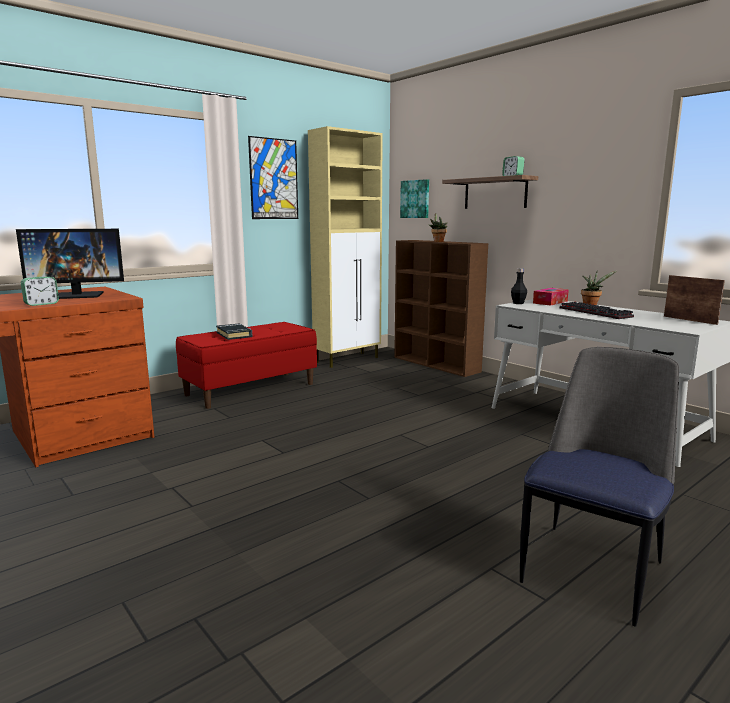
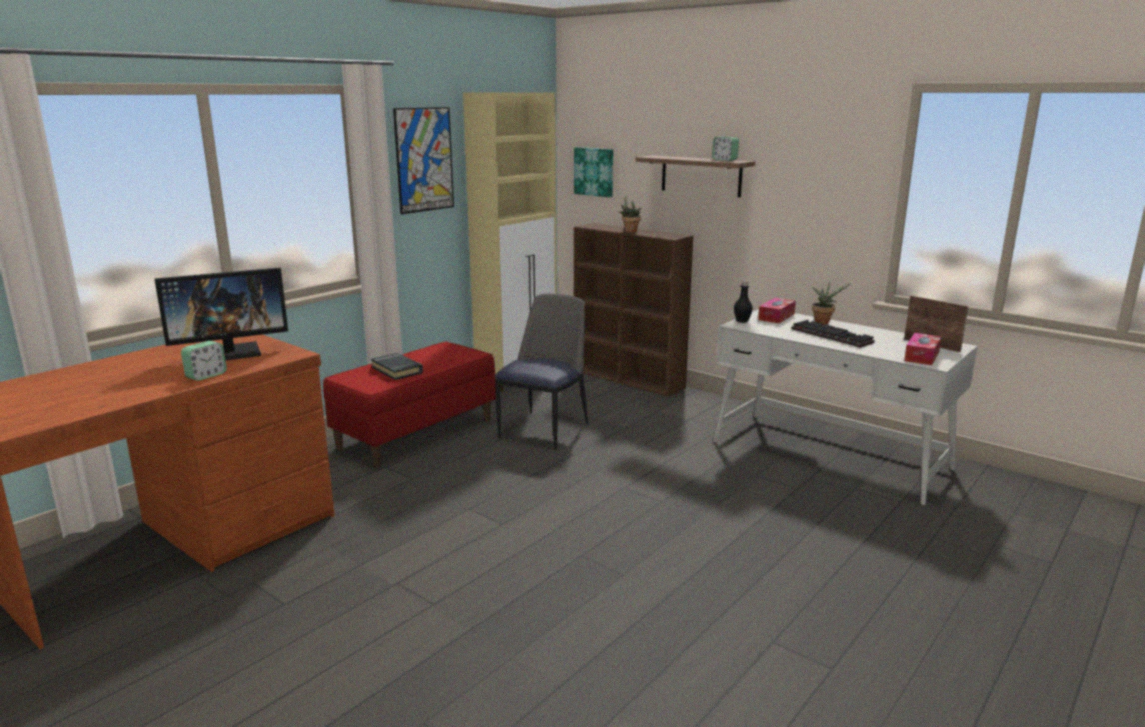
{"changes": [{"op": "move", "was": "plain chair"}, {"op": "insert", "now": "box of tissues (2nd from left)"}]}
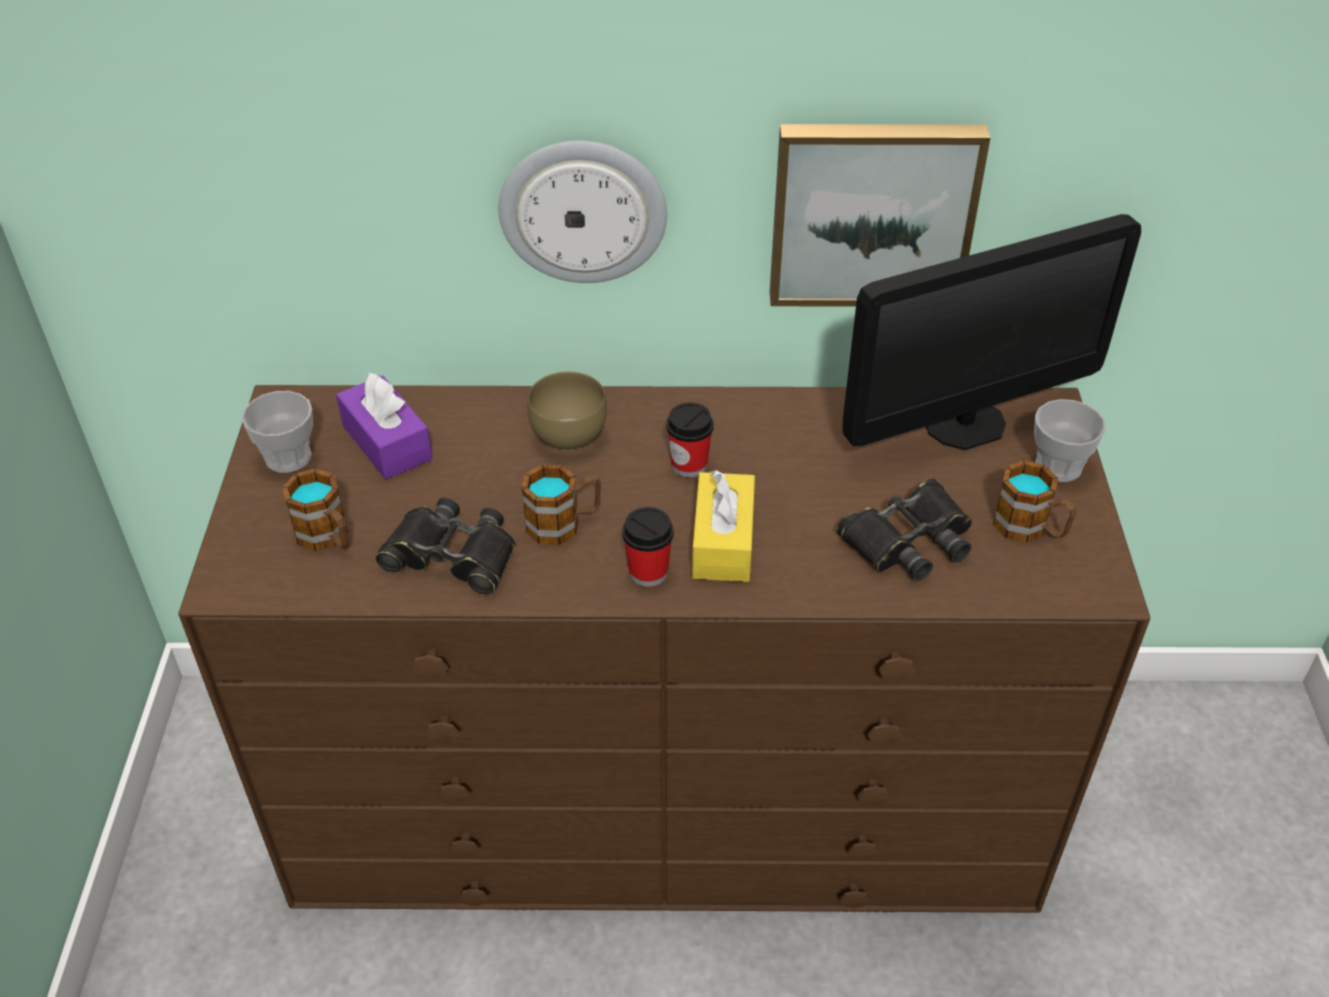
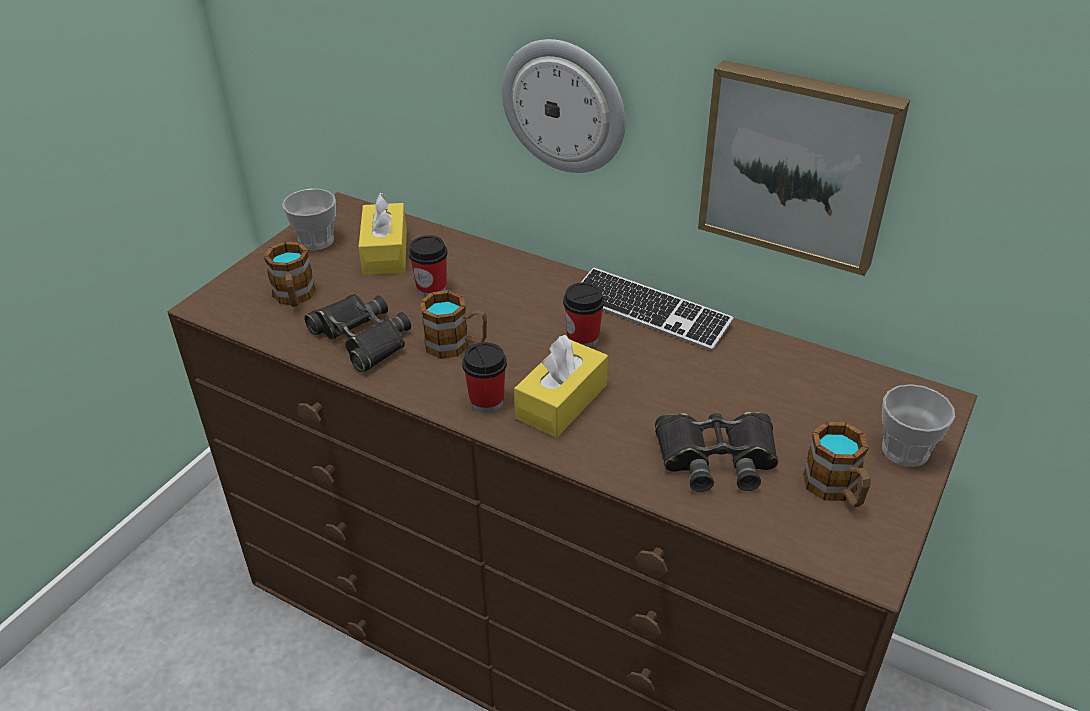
{"changes": [{"op": "recolor", "was": "box of tissues (purple)", "now": "box of tissues (yellow-coloured) (1st from left)"}, {"op": "delete", "was": "deep dish (brown)"}, {"op": "delete", "was": "monitor"}, {"op": "insert", "now": "drinking cup (2nd from left)"}, {"op": "insert", "now": "keyboard"}]}
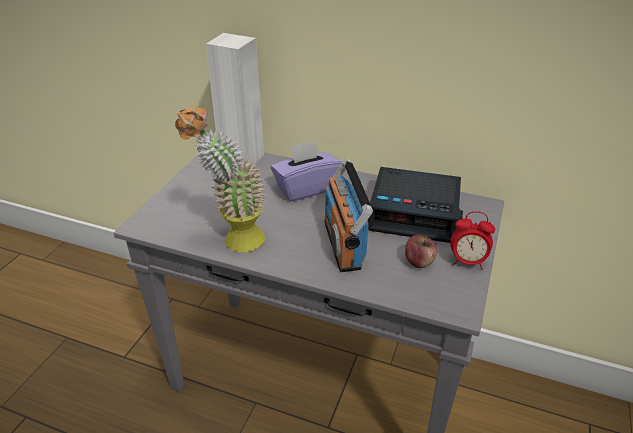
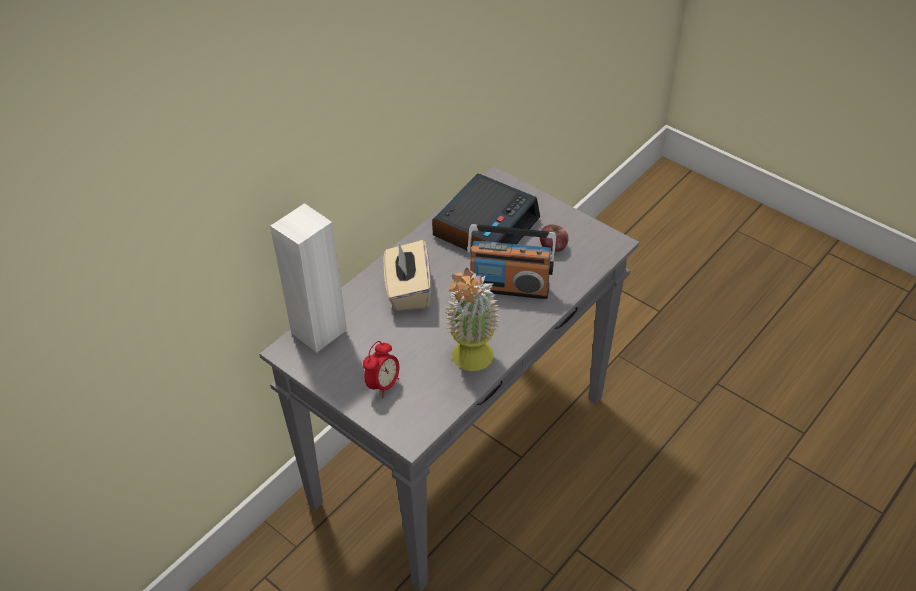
{"changes": [{"op": "recolor", "was": "box of tissues (purple)", "now": "box of tissues (beige)"}, {"op": "move", "was": "bedside clock (2nd from left in the first image)", "now": "bedside clock (1st from left)"}]}
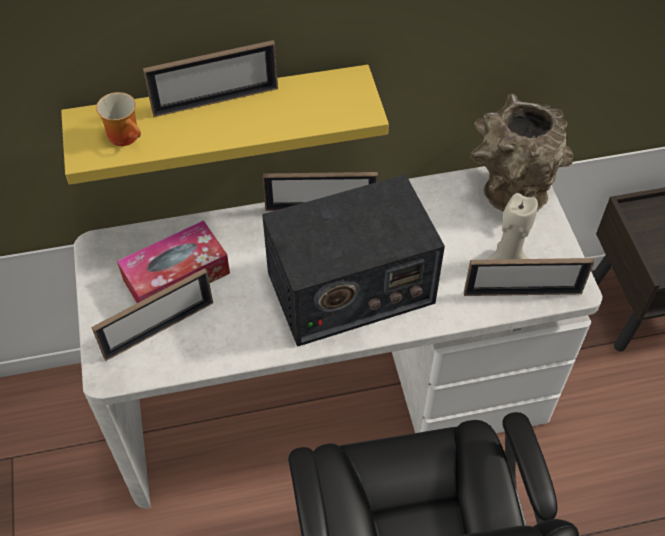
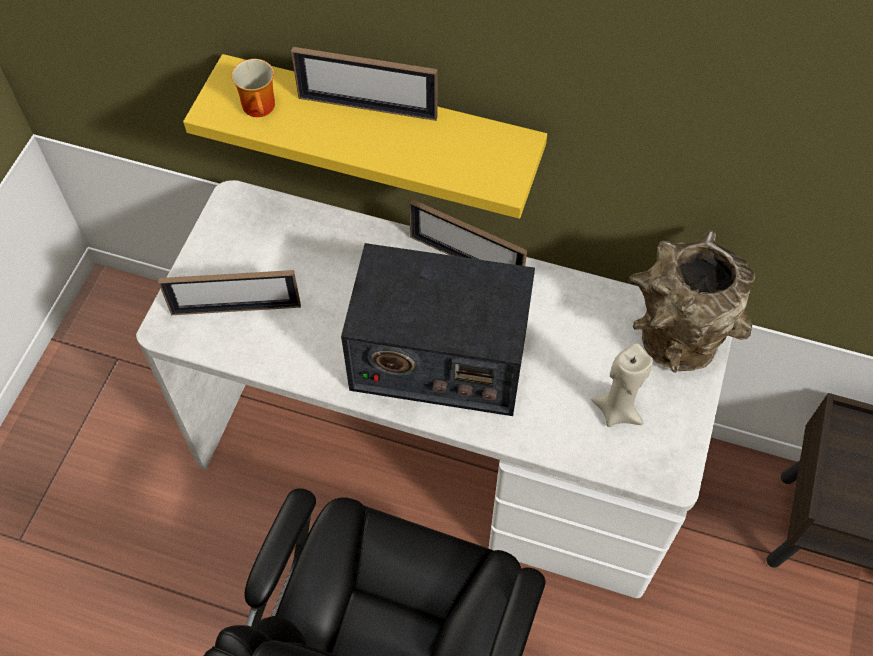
{"changes": [{"op": "delete", "was": "box of tissues"}, {"op": "delete", "was": "standing frame (4th from left)"}]}
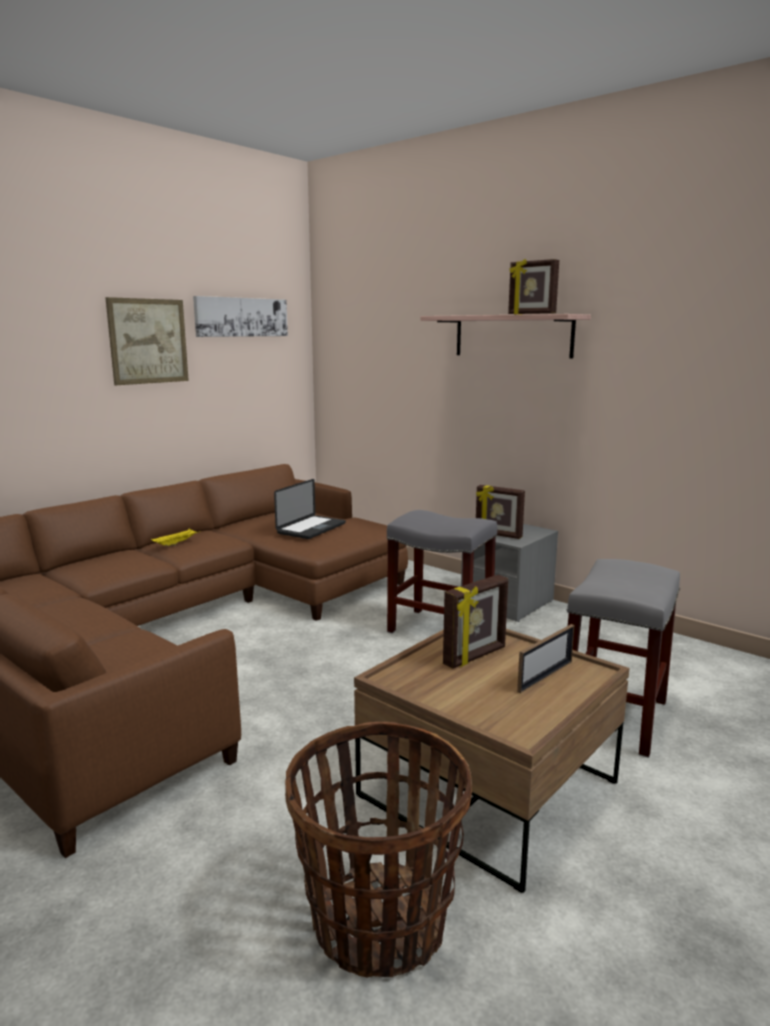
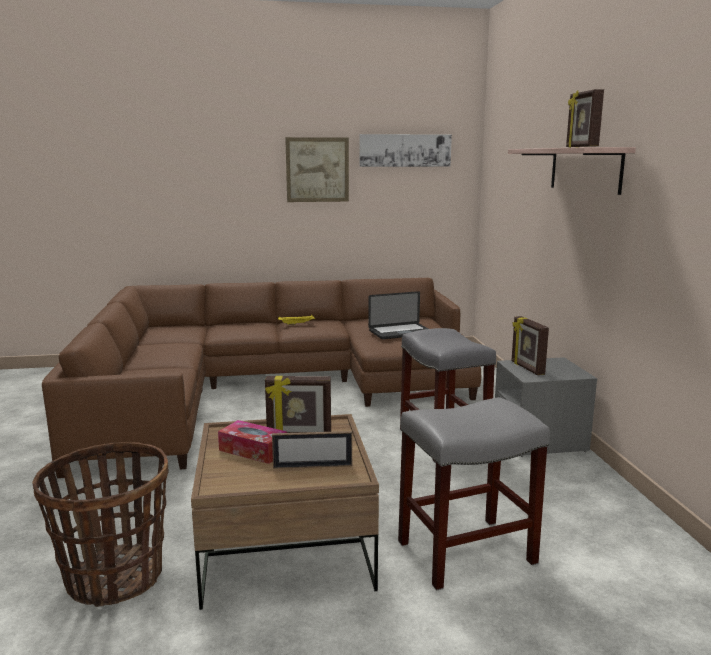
{"changes": [{"op": "insert", "now": "box of tissues"}]}
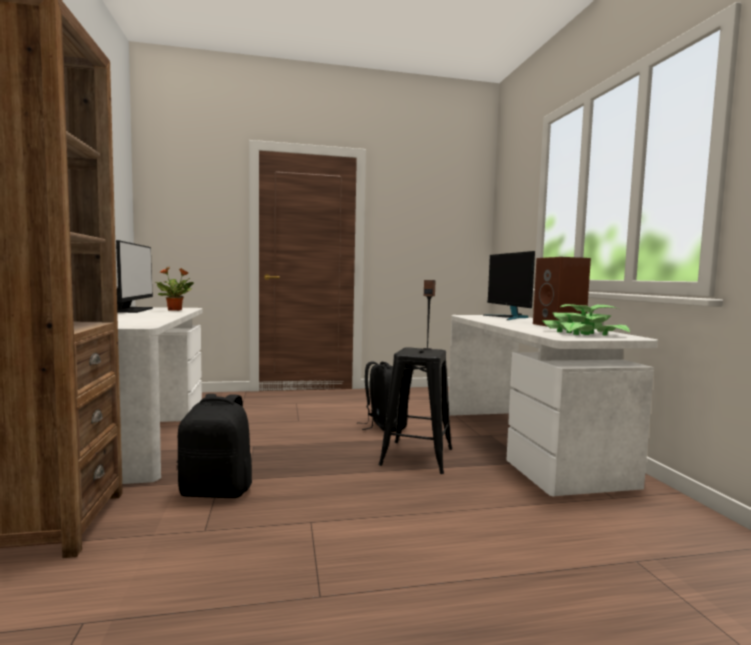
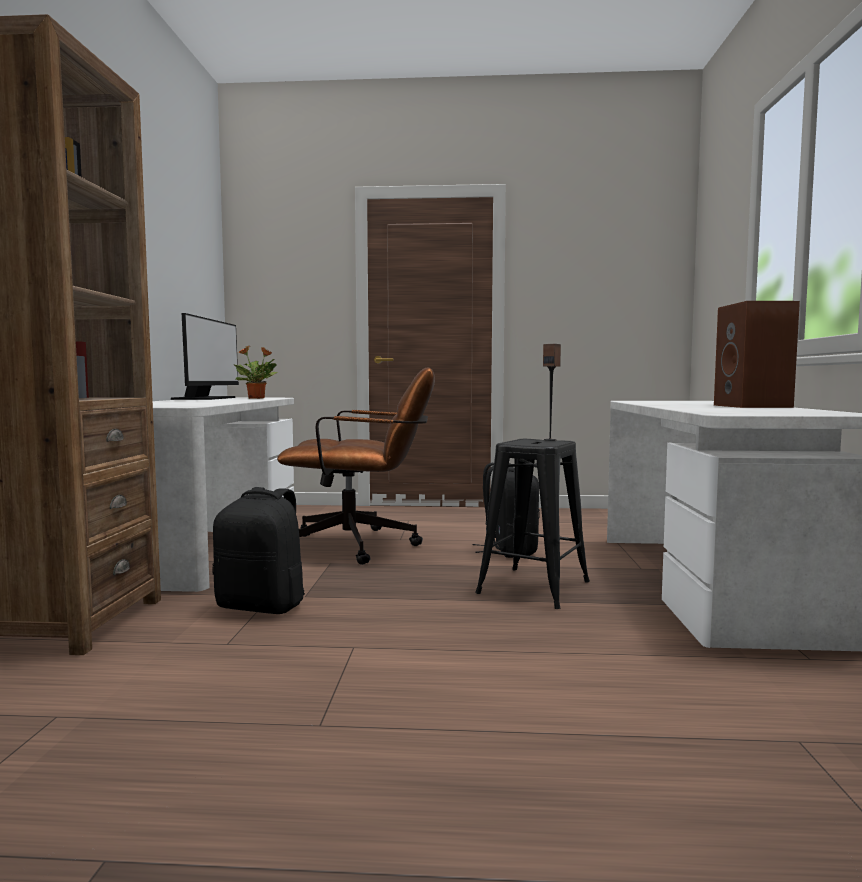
{"changes": [{"op": "delete", "was": "monitor (2nd from left)"}, {"op": "delete", "was": "houseplant (2nd from left)"}, {"op": "insert", "now": "office chair (brown)"}]}
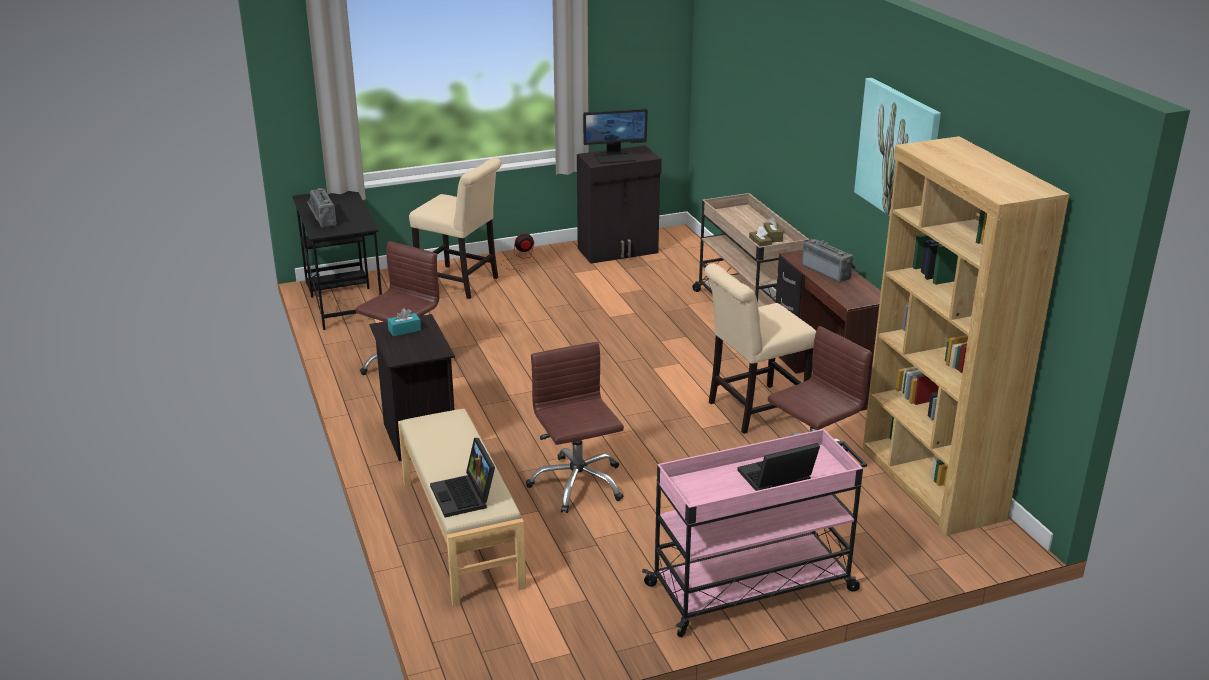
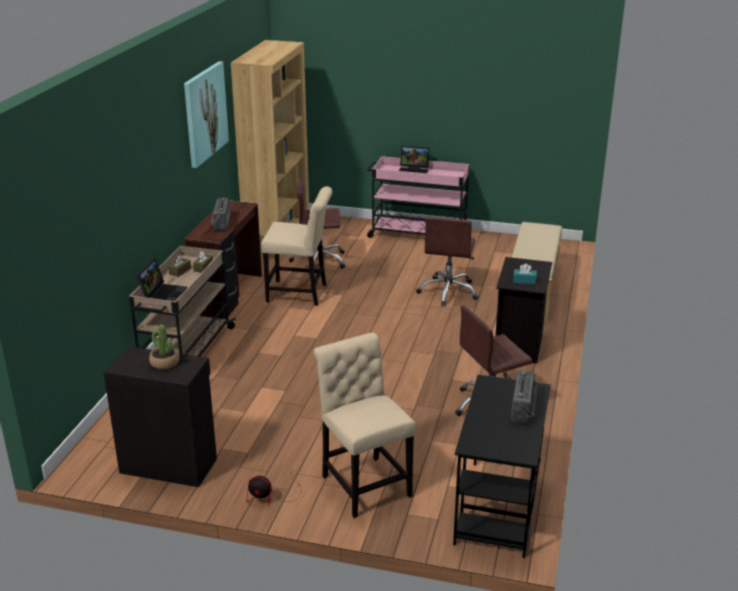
{"changes": [{"op": "move", "was": "laptop (1st from left)"}, {"op": "replace", "was": "monitor", "now": "houseplant"}]}
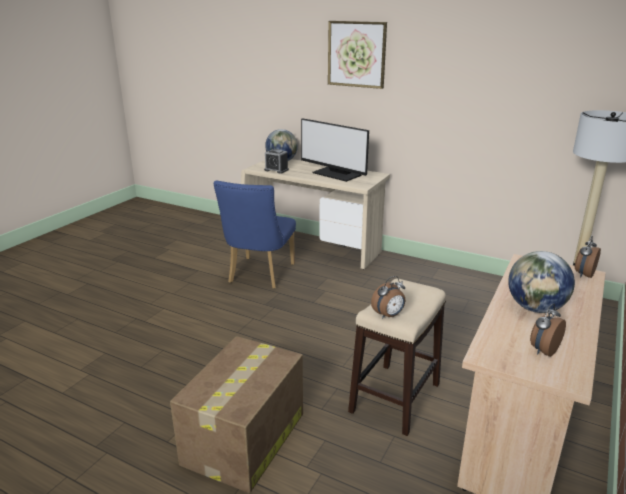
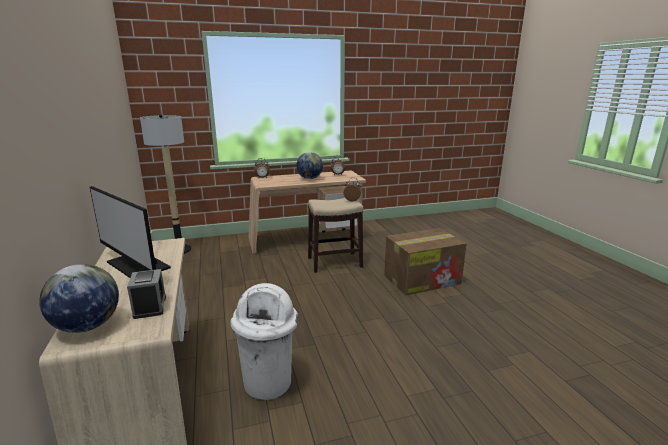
{"changes": [{"op": "replace", "was": "plain chair (blue)", "now": "waste bin (white-coloured)"}, {"op": "rotate", "was": "monitor", "clockwise": 135}, {"op": "delete", "was": "wall picture"}]}
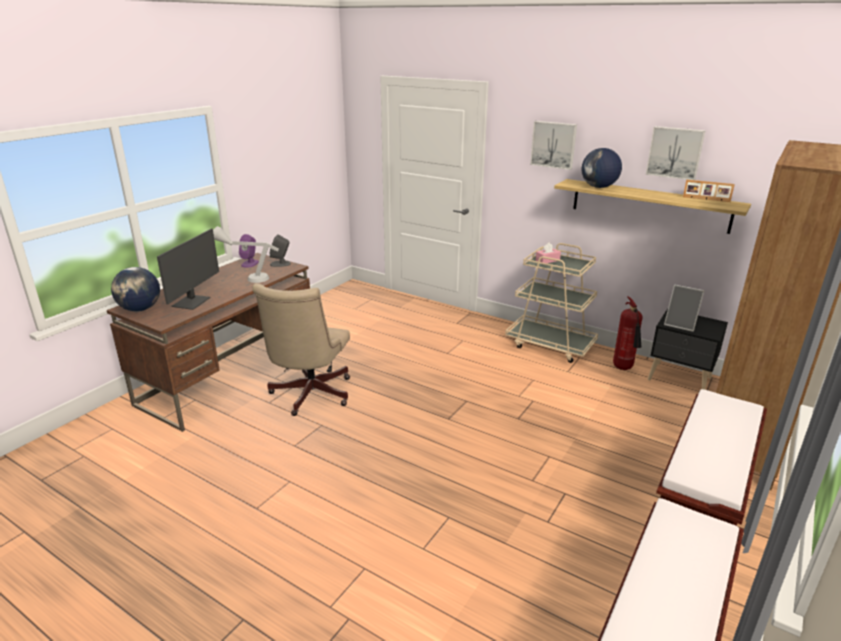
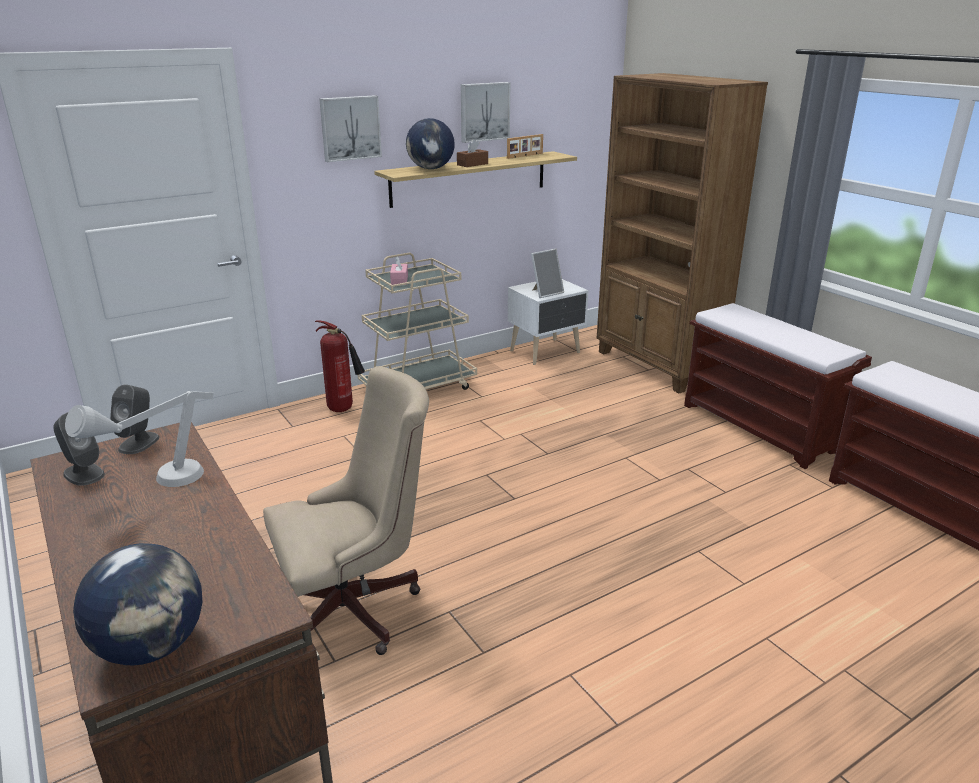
{"changes": [{"op": "delete", "was": "monitor"}, {"op": "recolor", "was": "speaker (purple)", "now": "speaker (greyish) (1st from left)"}, {"op": "rotate", "was": "office chair (beige)", "clockwise": -60}, {"op": "move", "was": "fire extinguisher"}, {"op": "recolor", "was": "nightstand (black)", "now": "nightstand (white-coloured)"}, {"op": "insert", "now": "box of tissues (brown)"}]}
